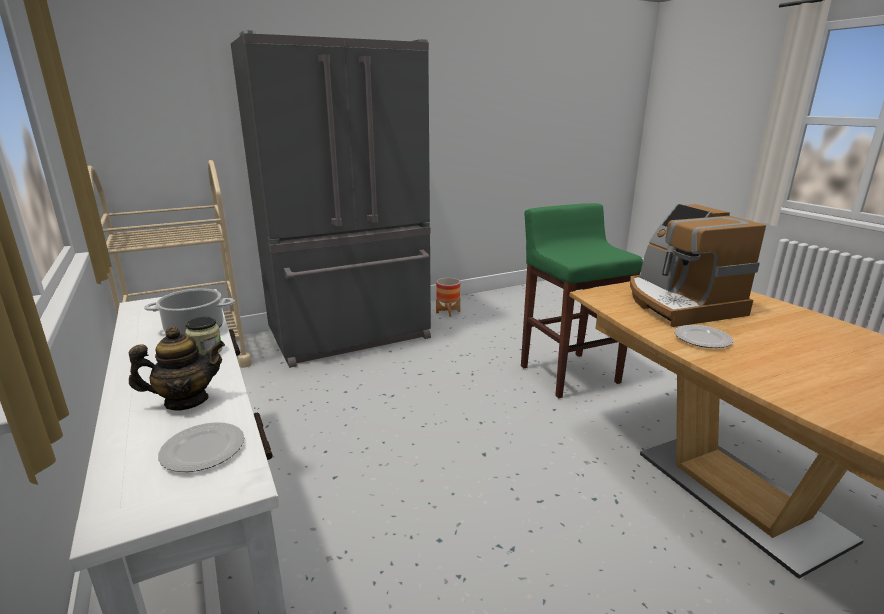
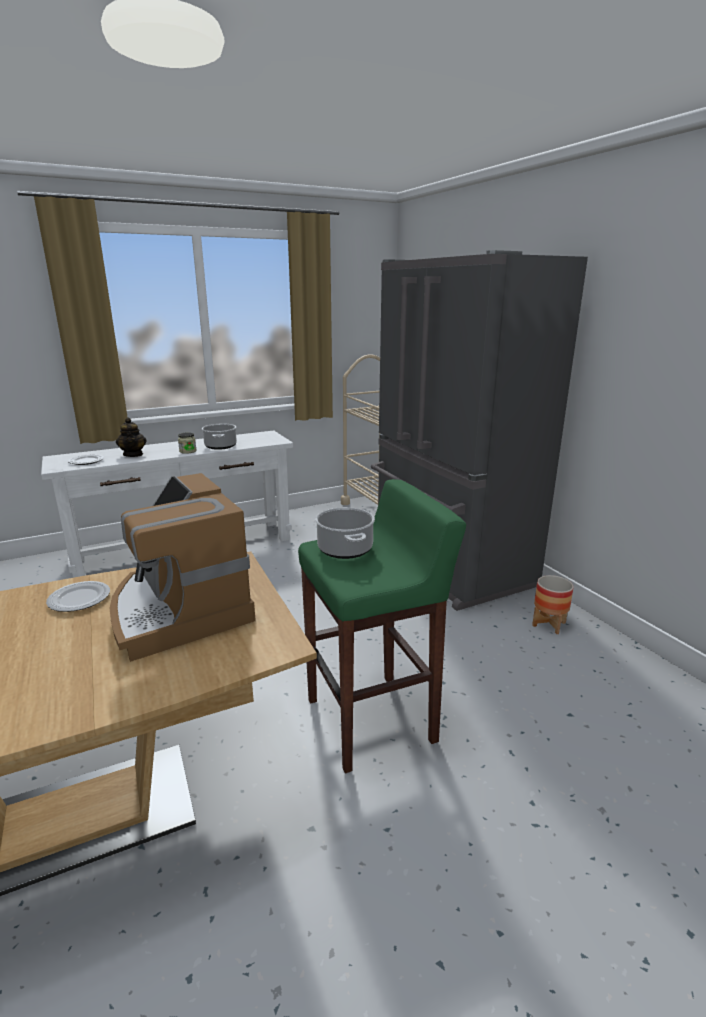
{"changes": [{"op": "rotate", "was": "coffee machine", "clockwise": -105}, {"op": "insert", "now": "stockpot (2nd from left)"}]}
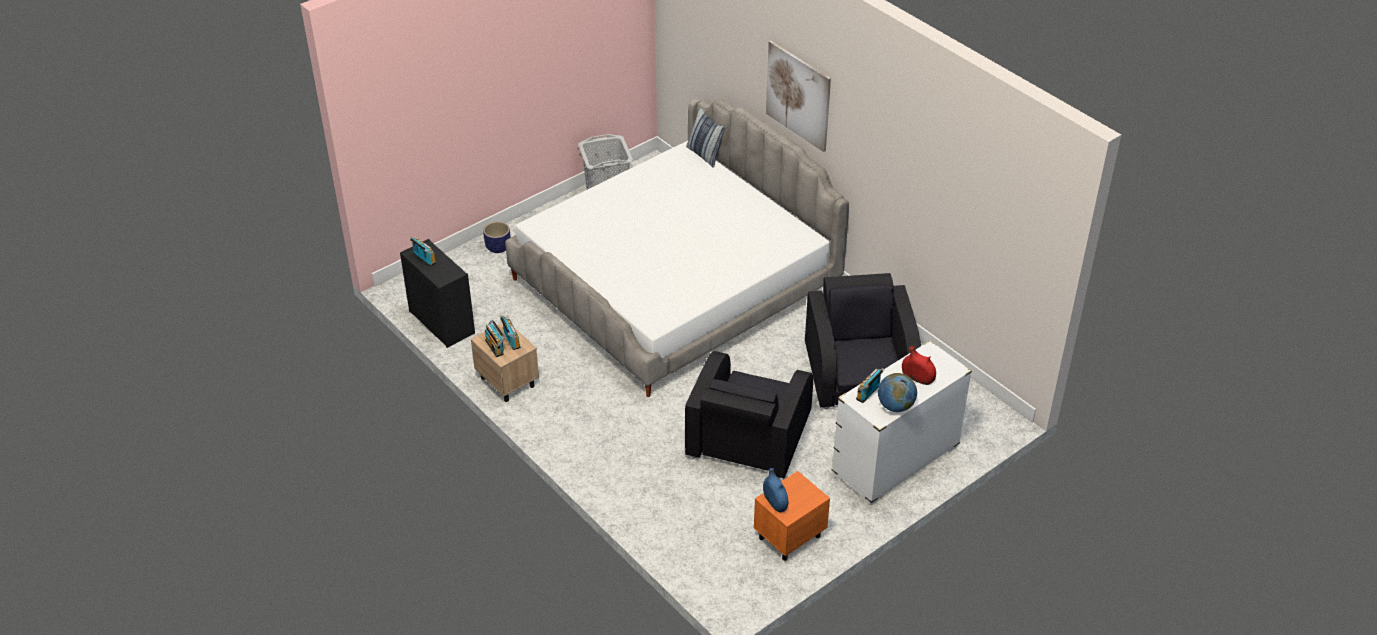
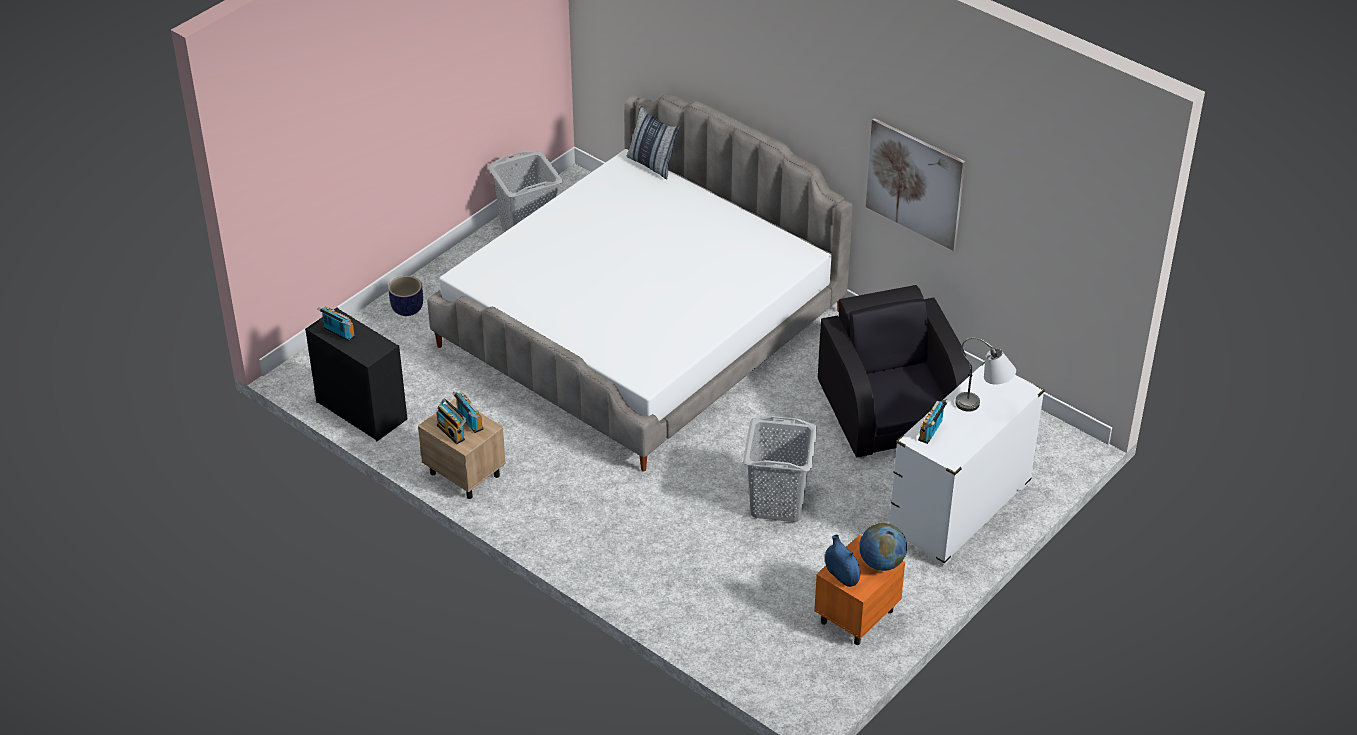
{"changes": [{"op": "replace", "was": "lounge chair (black) (1st from left)", "now": "washing basket (greyish) (2nd from left)"}, {"op": "move", "was": "wall picture"}, {"op": "move", "was": "world globe"}, {"op": "replace", "was": "vase (reddish)", "now": "tabletop lamp (greyish)"}]}
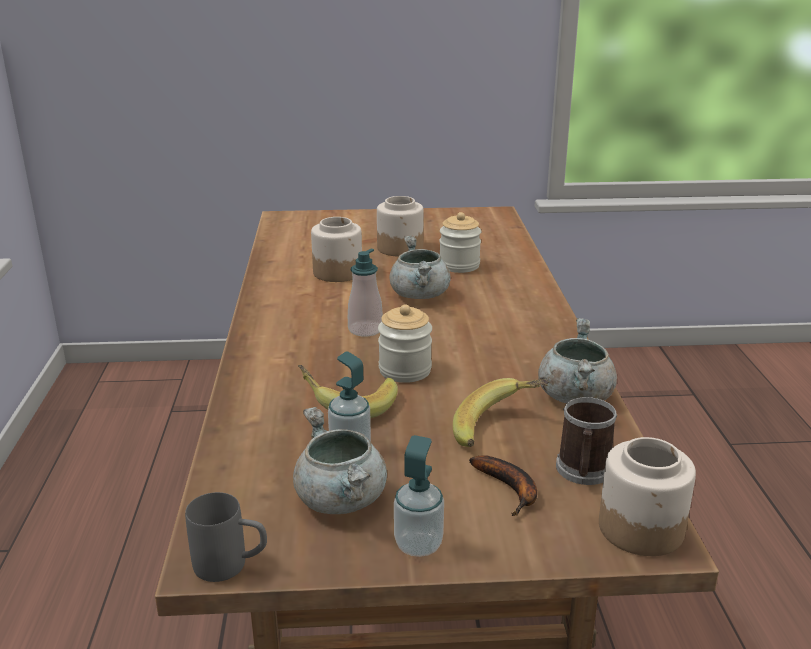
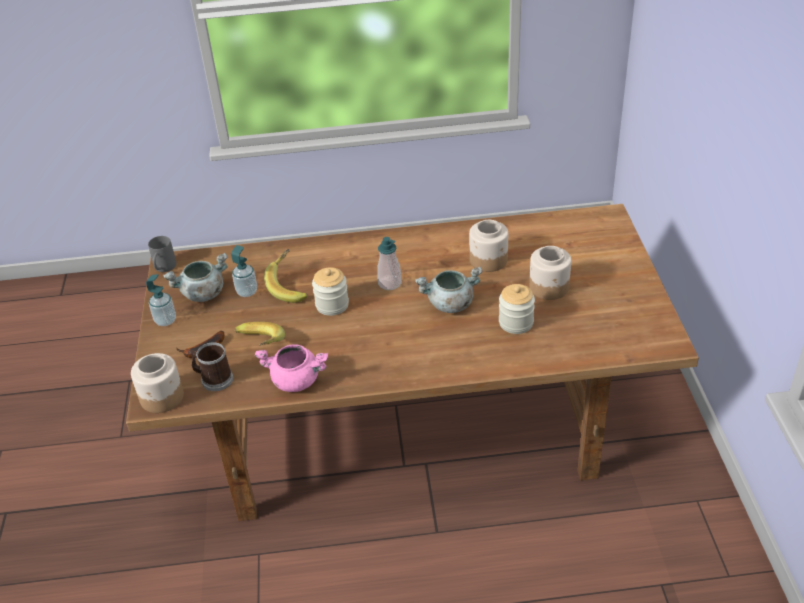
{"changes": [{"op": "recolor", "was": "stockpot (greyish) (3rd from left)", "now": "stockpot (pink-coloured)"}]}
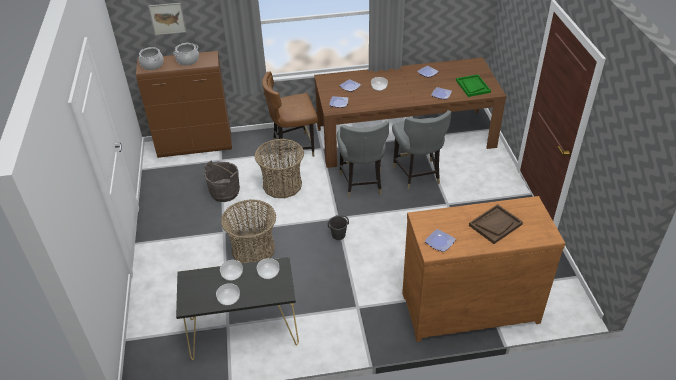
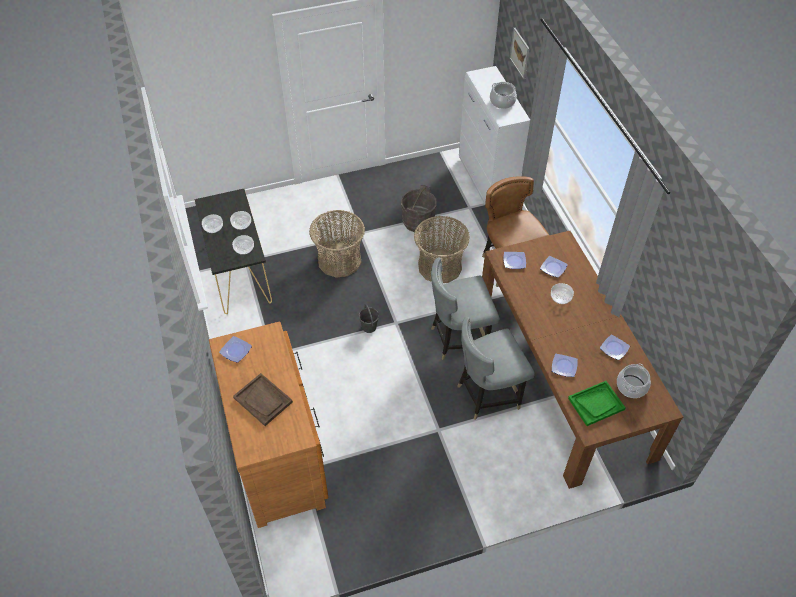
{"changes": [{"op": "recolor", "was": "cabinet (brown)", "now": "cabinet (white-coloured)"}, {"op": "move", "was": "stockpot (1st from left in the first image)", "now": "stockpot (2nd from left)"}]}
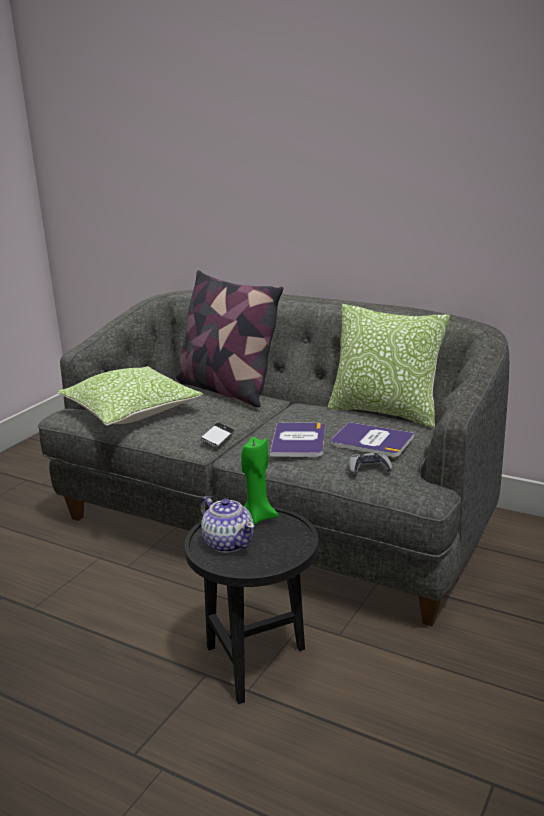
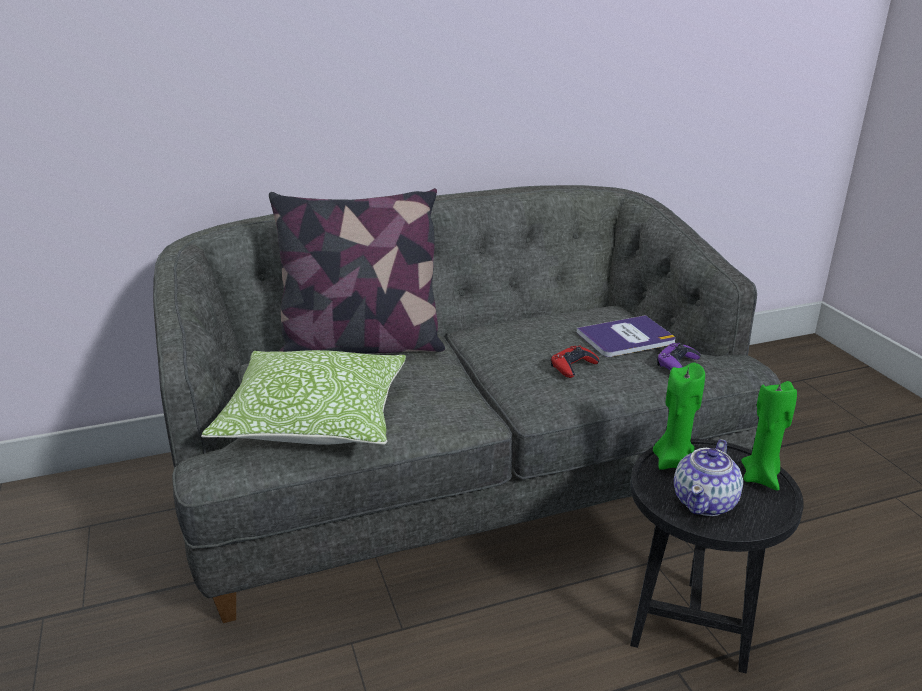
{"changes": [{"op": "delete", "was": "phone"}, {"op": "rotate", "was": "pot for tea", "clockwise": 120}, {"op": "replace", "was": "volume (1st from left)", "now": "game controller (reddish)"}, {"op": "delete", "was": "throw pillow (3rd from left)"}, {"op": "recolor", "was": "game controller (greyish)", "now": "game controller (purple)"}, {"op": "insert", "now": "candle (greenish) (2nd from left)"}]}
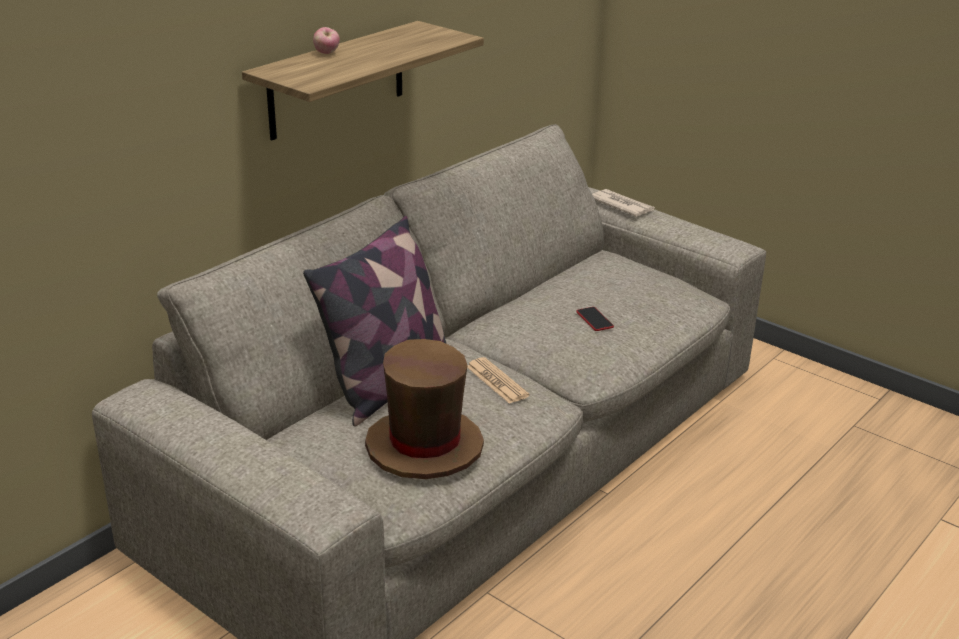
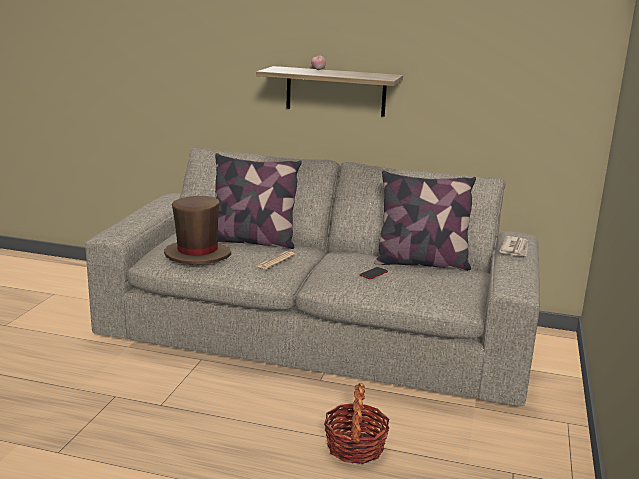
{"changes": [{"op": "insert", "now": "household basket"}, {"op": "insert", "now": "throw pillow (2nd from left)"}]}
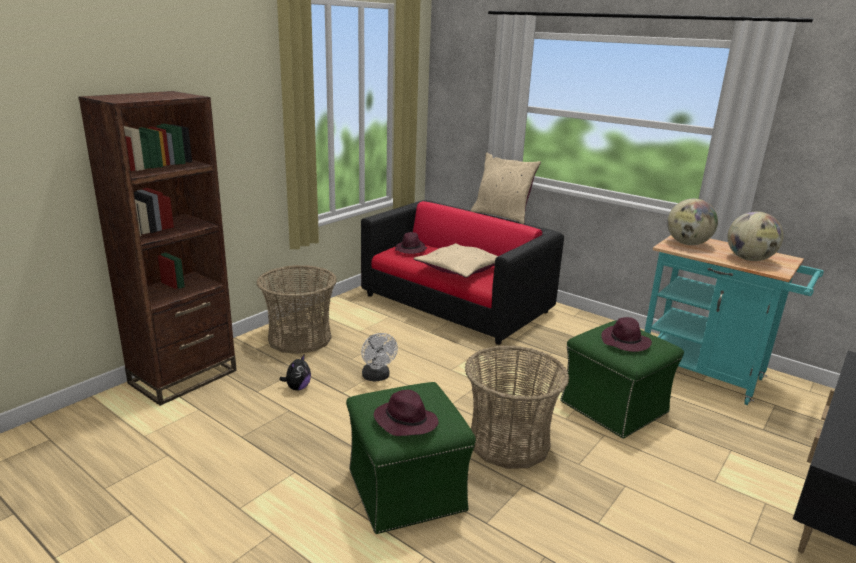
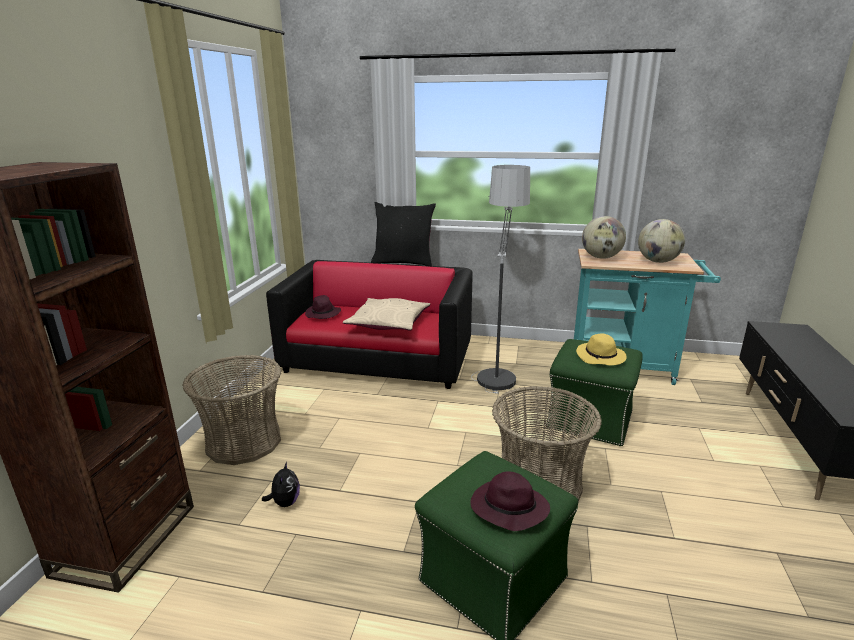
{"changes": [{"op": "delete", "was": "electric fan (white-coloured)"}, {"op": "recolor", "was": "throw pillow (beige) (2nd from left)", "now": "throw pillow (black)"}, {"op": "recolor", "was": "hat (purple) (3rd from left)", "now": "hat (yellow-coloured)"}, {"op": "insert", "now": "floor lamp"}]}
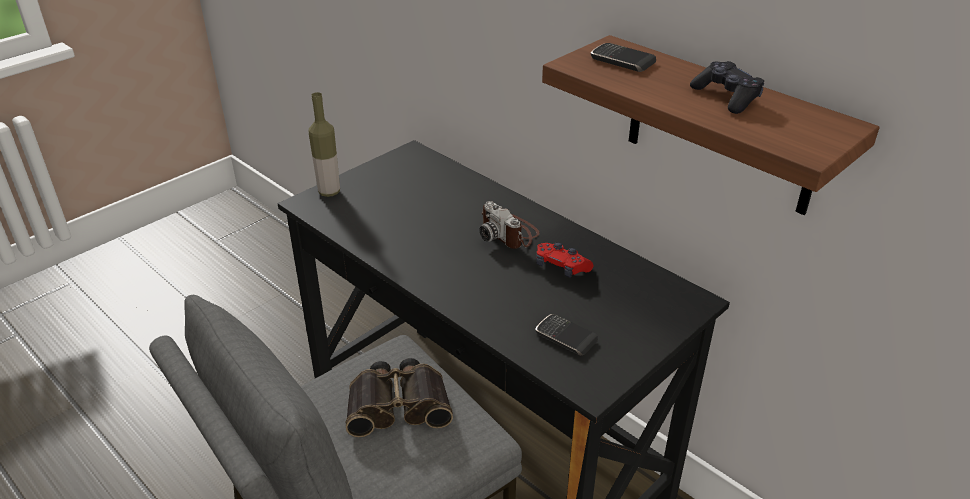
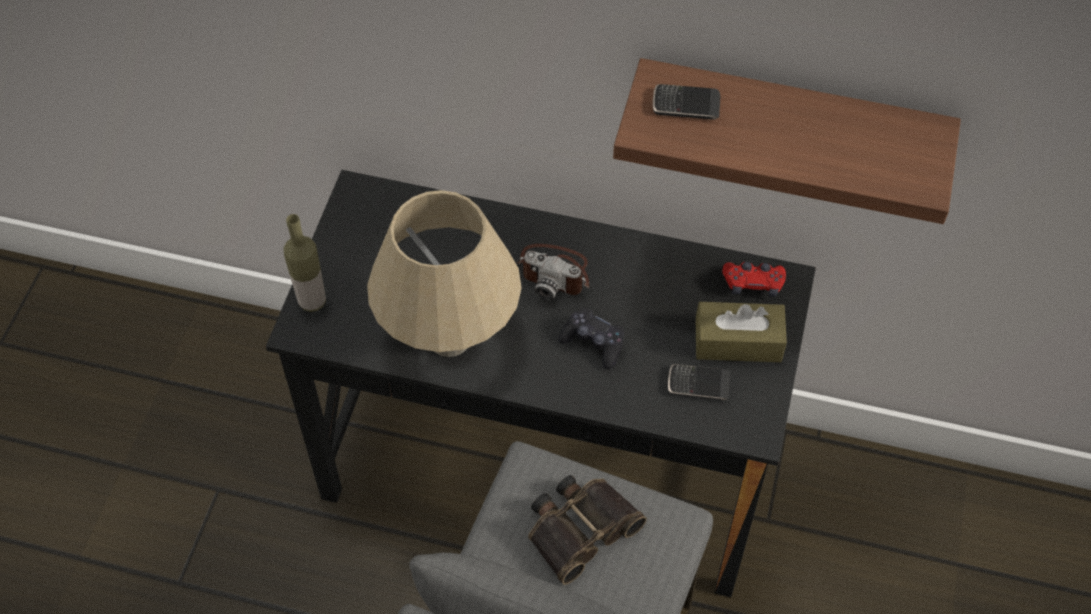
{"changes": [{"op": "move", "was": "game controller (reddish)"}, {"op": "move", "was": "game controller (black)"}, {"op": "insert", "now": "tabletop lamp (beige)"}, {"op": "insert", "now": "box of tissues (brown)"}]}
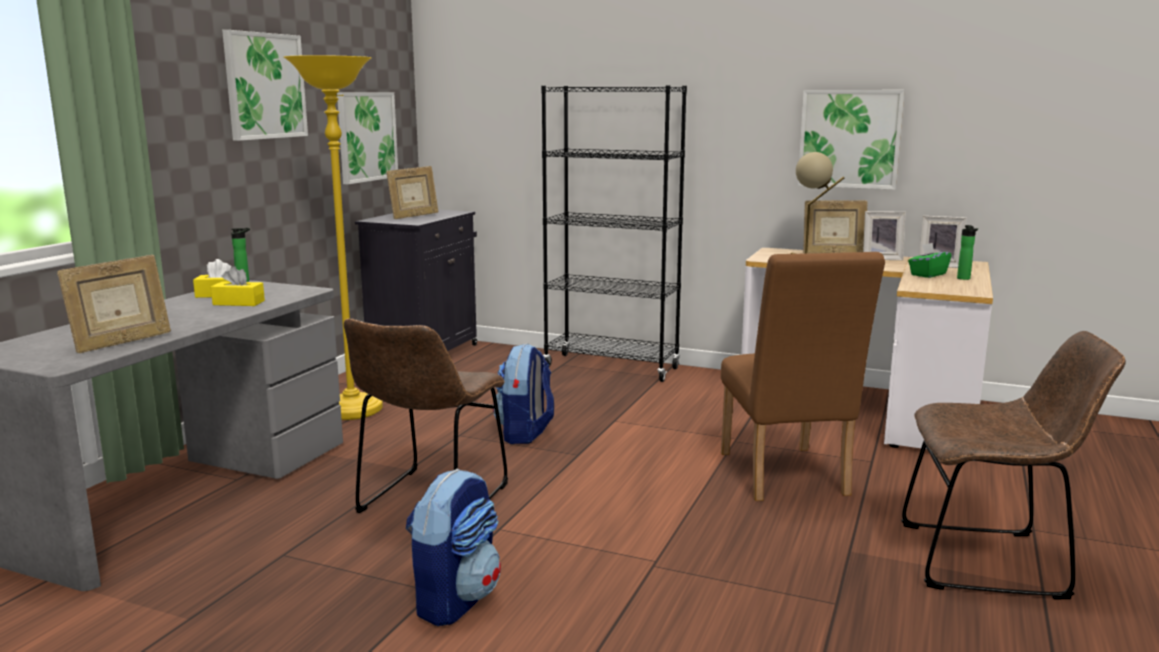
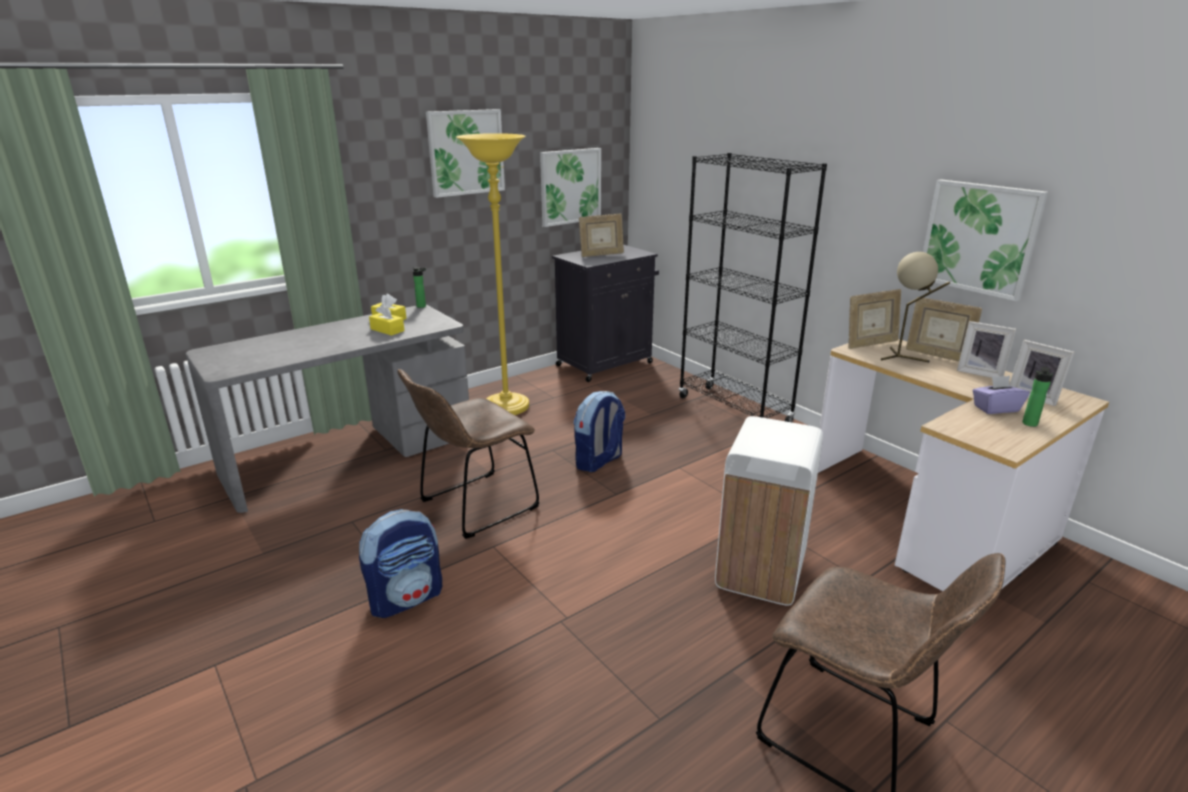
{"changes": [{"op": "move", "was": "standing frame (1st from left in the first image)", "now": "standing frame (2nd from left)"}, {"op": "replace", "was": "plain chair (brown) (2nd from left)", "now": "waste bin (white-coloured)"}, {"op": "recolor", "was": "box of tissues (greenish)", "now": "box of tissues (purple)"}]}
